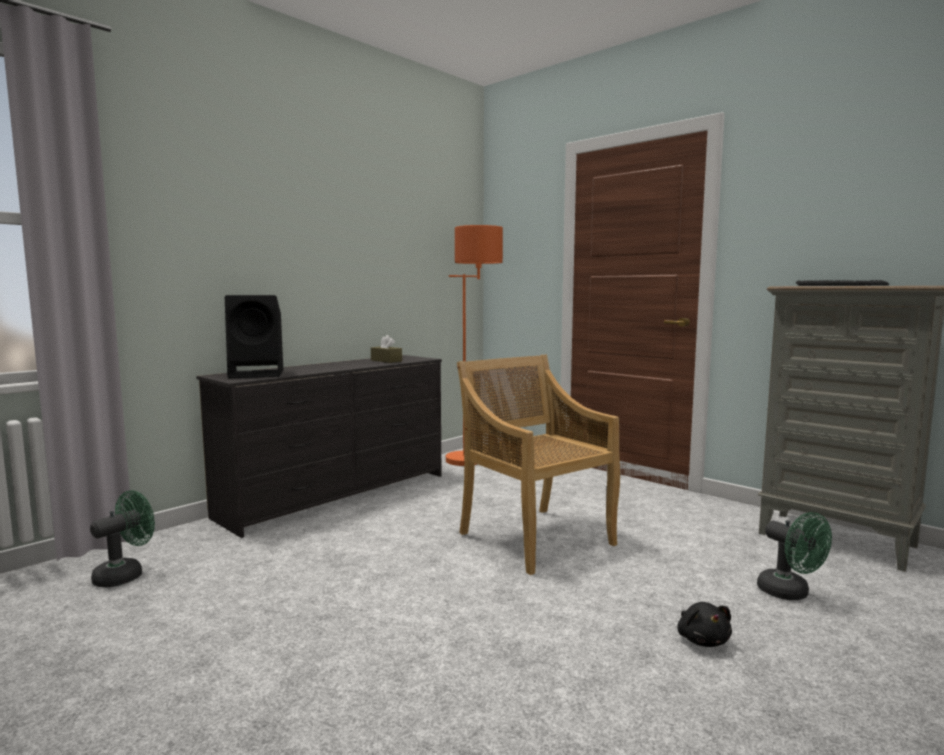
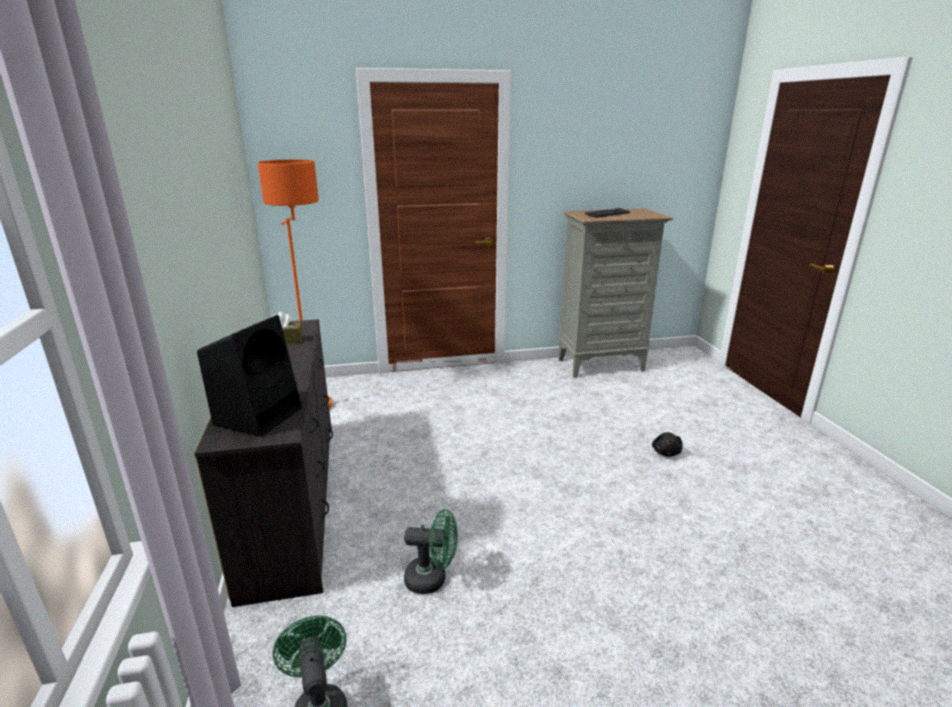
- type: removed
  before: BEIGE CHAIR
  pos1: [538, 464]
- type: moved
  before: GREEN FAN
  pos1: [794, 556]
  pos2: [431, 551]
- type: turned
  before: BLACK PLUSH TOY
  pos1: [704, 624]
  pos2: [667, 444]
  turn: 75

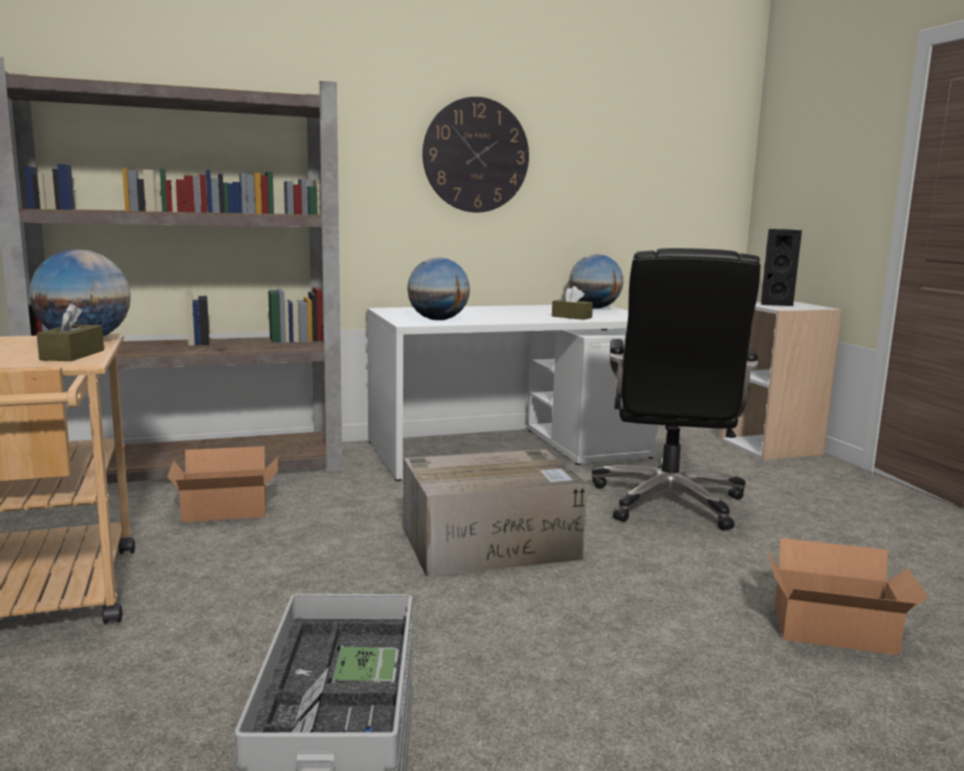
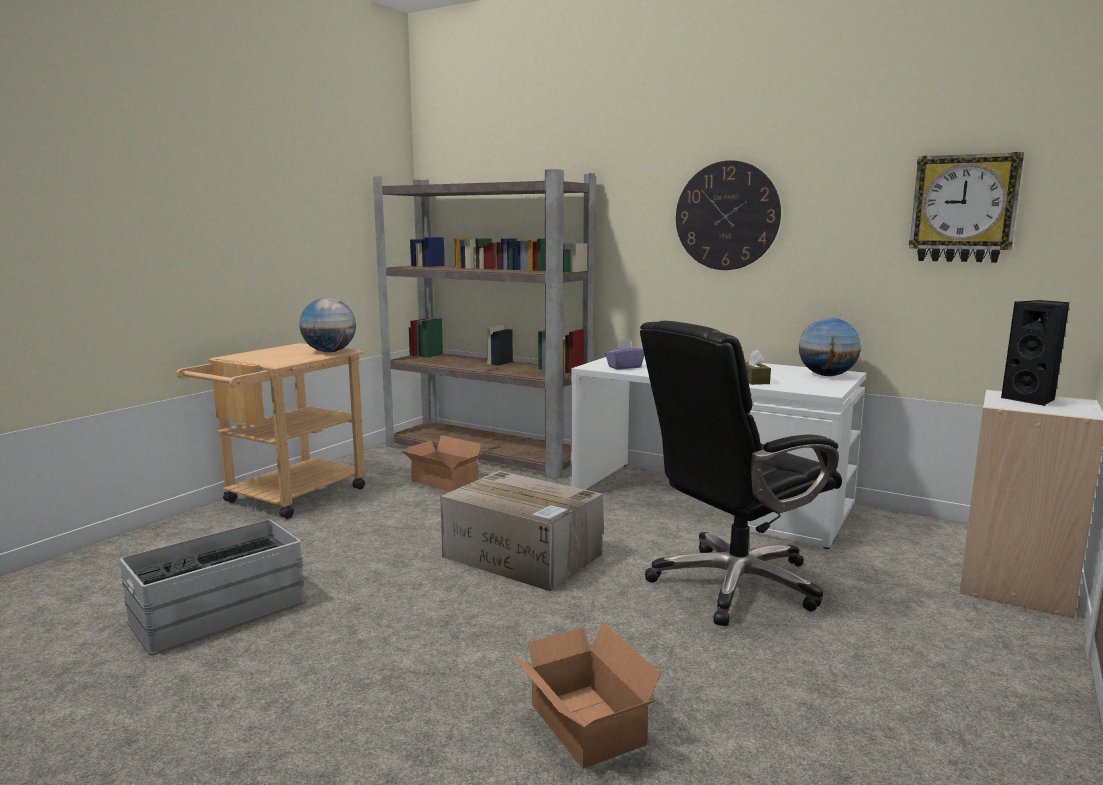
- type: replaced
  before: GLOBE
  after: PURPLE TISSUE BOX
  pos1: [438, 288]
  pos2: [624, 354]
- type: removed
  before: BROWN TISSUE BOX
  pos1: [70, 332]
- type: added
  after: WALL CLOCK
  pos2: [966, 207]

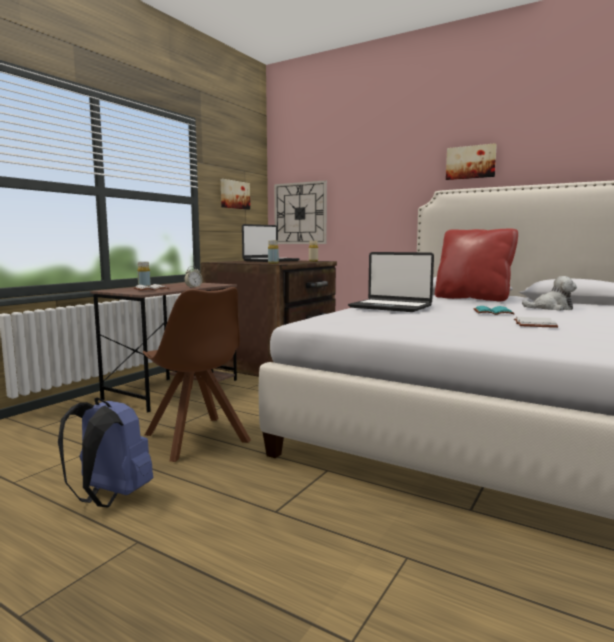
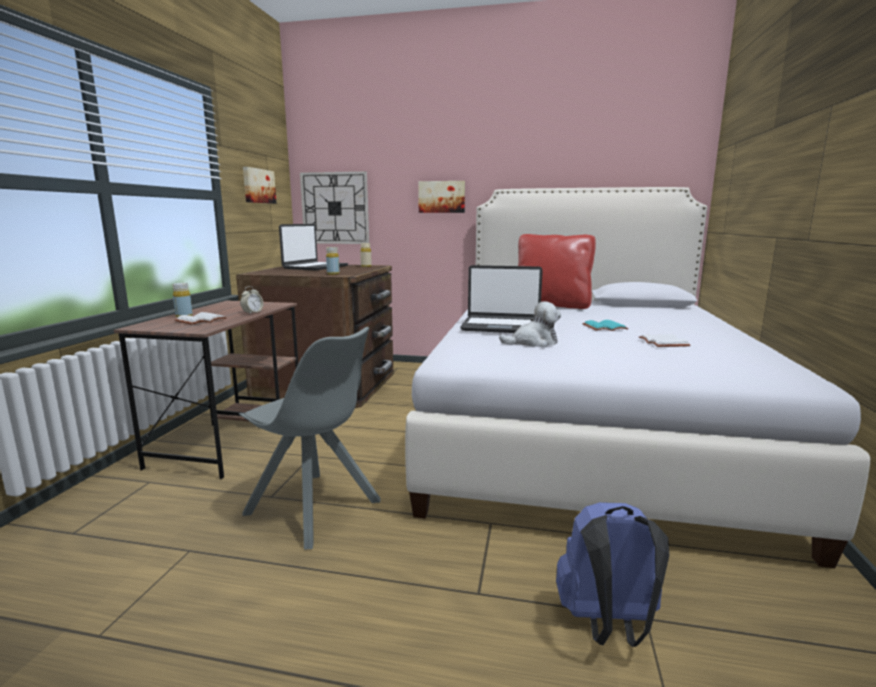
- type: moved
  before: PICTURE
  pos1: [471, 161]
  pos2: [441, 197]
- type: moved
  before: PLUSH TOY
  pos1: [549, 293]
  pos2: [530, 324]
- type: recoloured
  before: BROWN CHAIR
  after: GREY CHAIR
  pos1: [197, 374]
  pos2: [310, 438]
- type: moved
  before: BLUE BACKPACK
  pos1: [105, 452]
  pos2: [612, 574]

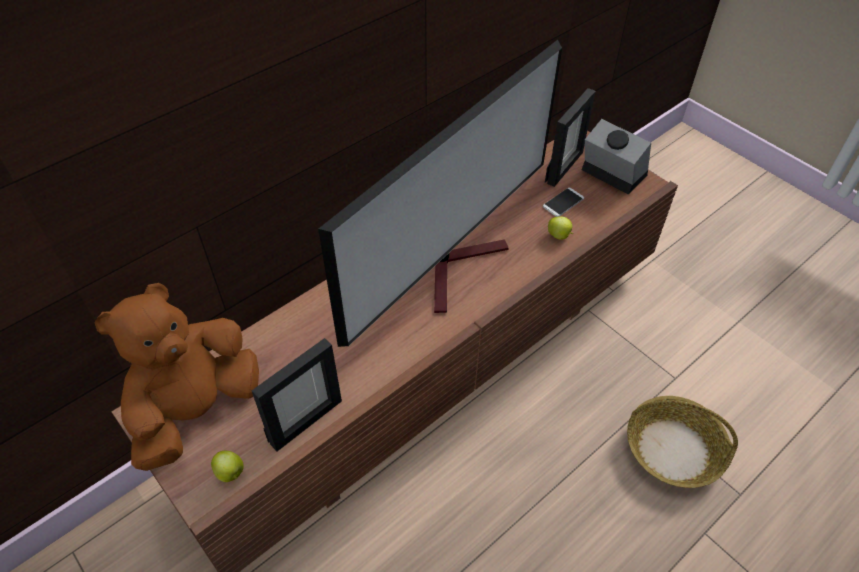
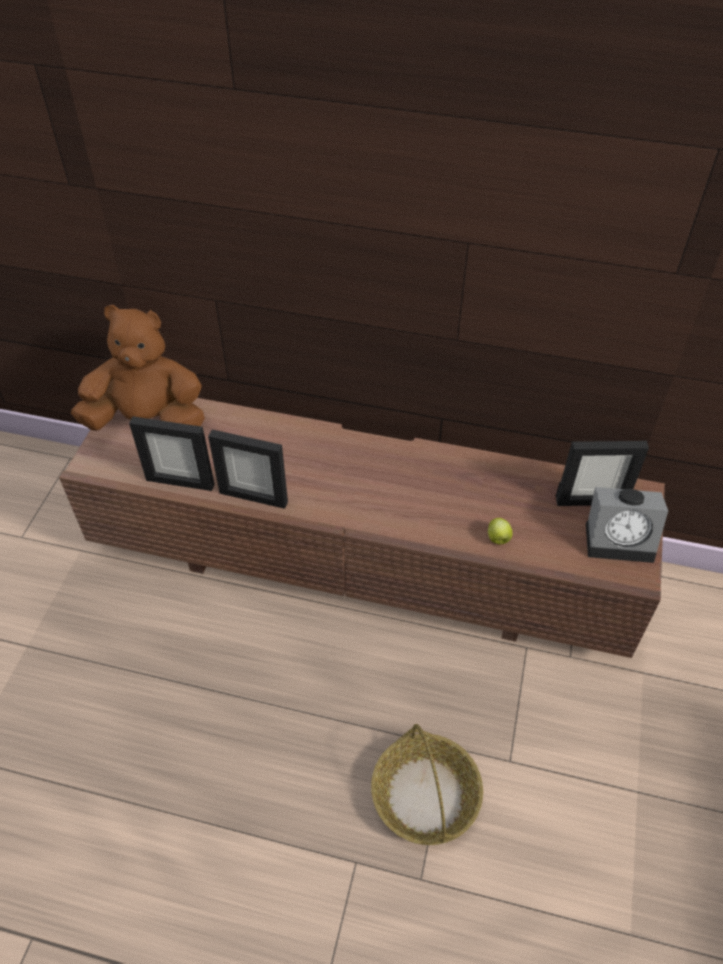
- type: removed
  before: TELEVISION
  pos1: [440, 193]
- type: turned
  before: ALARM CLOCK
  pos1: [616, 156]
  pos2: [627, 525]
  turn: 90
- type: removed
  before: PHONE
  pos1: [563, 202]
- type: removed
  before: APPLE
  pos1: [227, 466]
- type: added
  after: PICTURE FRAME
  pos2: [248, 469]

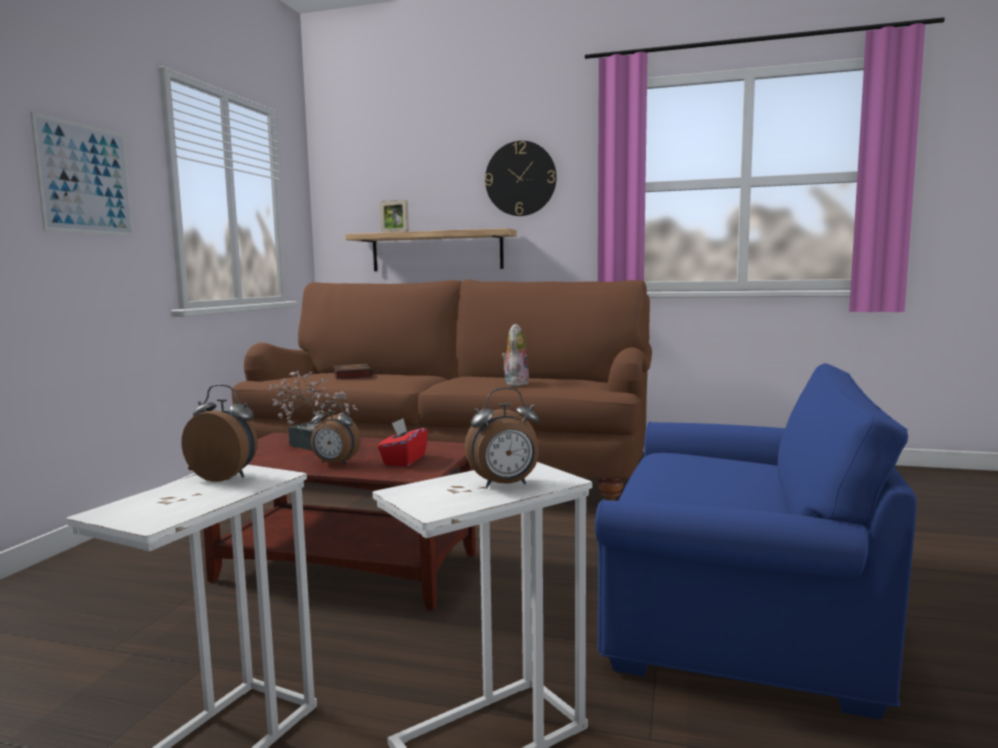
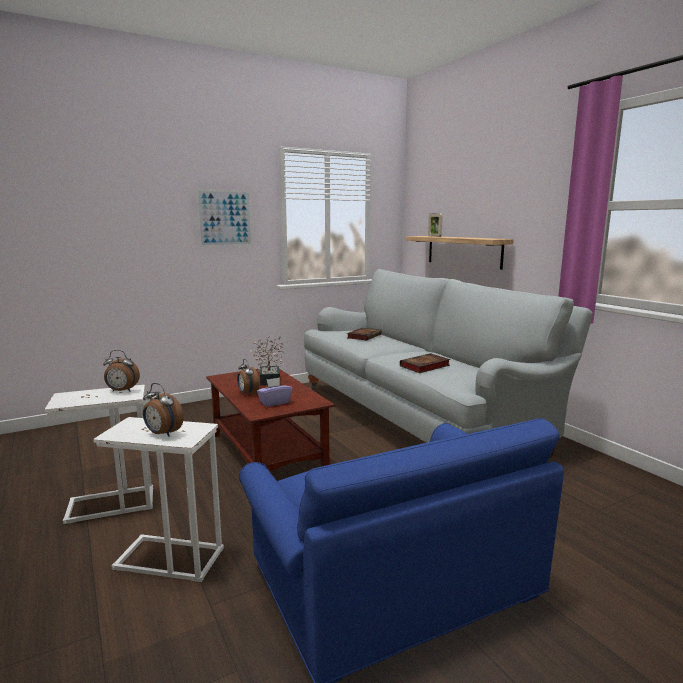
- type: removed
  before: WALL CLOCK
  pos1: [521, 178]
- type: recoloured
  before: BROWN SOFA
  after: GREY SOFA
  pos1: [441, 390]
  pos2: [448, 363]
- type: replaced
  before: PLUSH TOY
  after: BOOK
  pos1: [515, 355]
  pos2: [425, 363]
- type: turned
  before: ALARM CLOCK
  pos1: [219, 433]
  pos2: [121, 371]
  turn: 120
- type: recoloured
  before: RED TISSUE BOX
  after: PURPLE TISSUE BOX
  pos1: [403, 442]
  pos2: [275, 392]

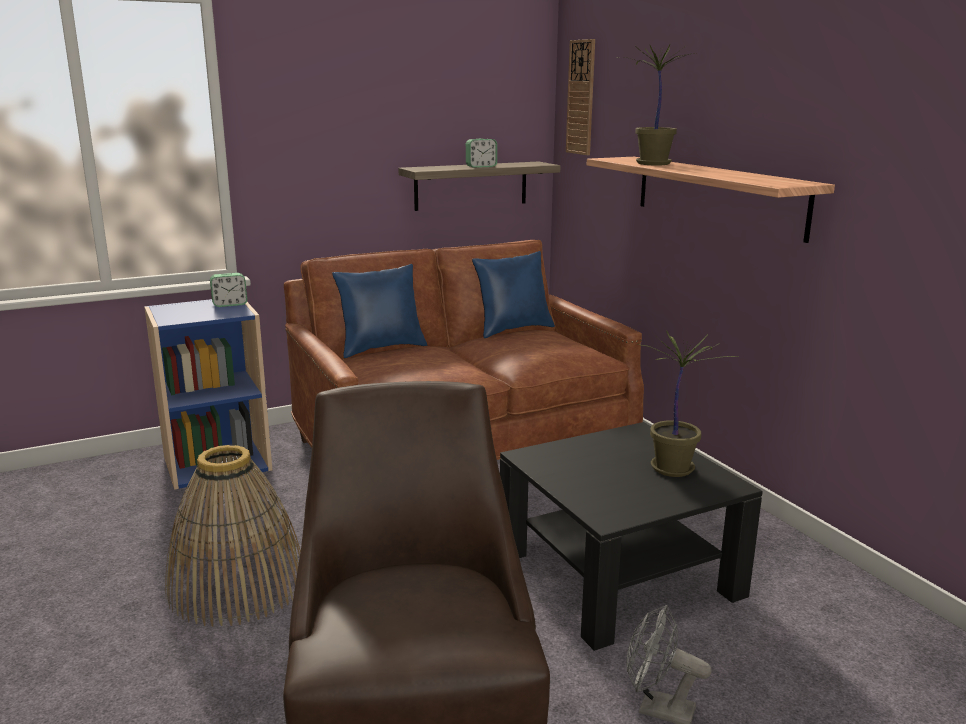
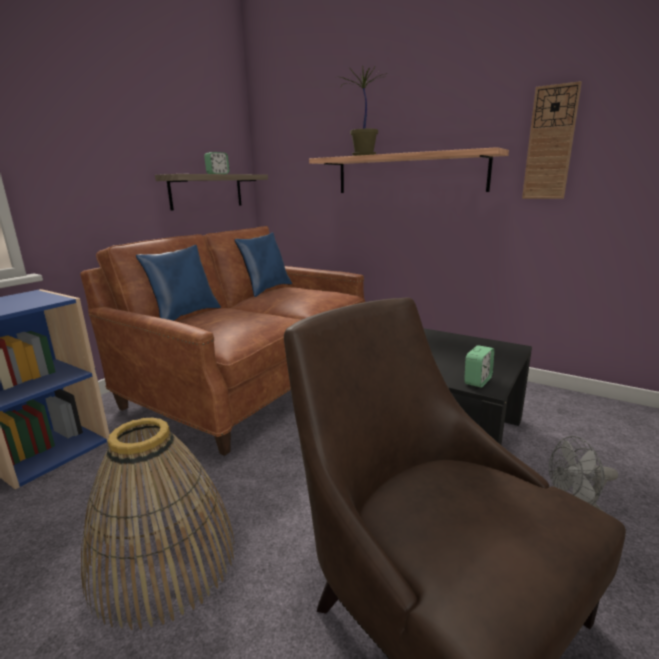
- type: moved
  before: WALL CLOCK
  pos1: [580, 97]
  pos2: [552, 140]
- type: moved
  before: ALARM CLOCK
  pos1: [228, 290]
  pos2: [479, 366]
- type: removed
  before: POTTED PLANT
  pos1: [687, 403]

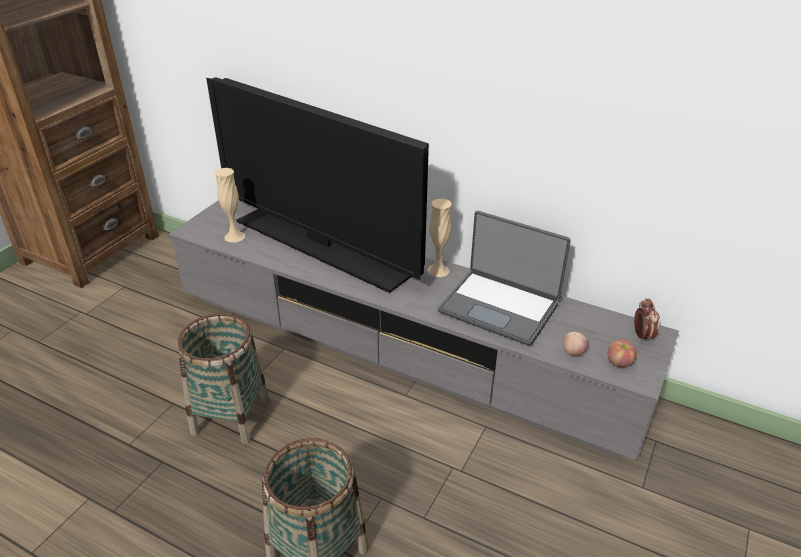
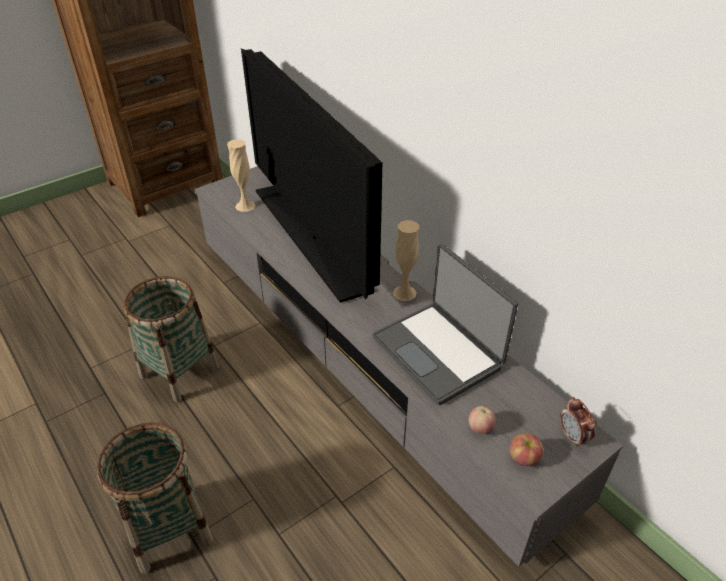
- type: turned
  before: ALARM CLOCK
  pos1: [647, 320]
  pos2: [578, 422]
  turn: 135

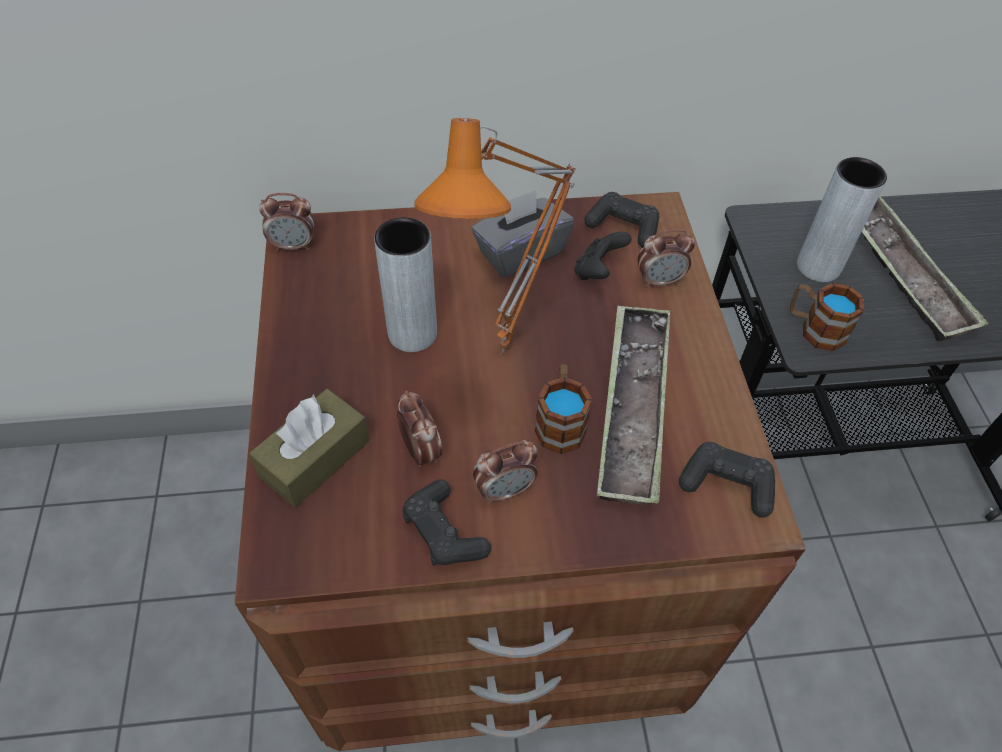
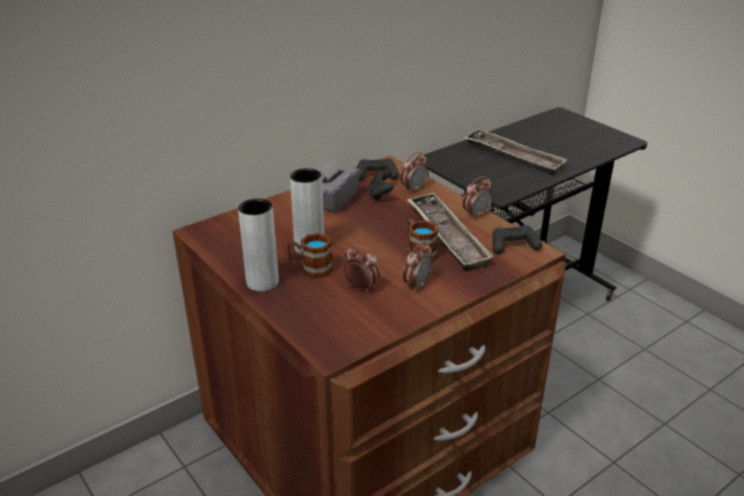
- type: removed
  before: ORANGE TABLE LAMP
  pos1: [495, 236]
- type: moved
  before: GREY VASE
  pos1: [842, 219]
  pos2: [258, 244]
- type: moved
  before: ALARM CLOCK
  pos1: [286, 222]
  pos2: [477, 197]
- type: moved
  before: MUG
  pos1: [827, 317]
  pos2: [309, 255]
- type: removed
  before: BROWN TISSUE BOX
  pos1: [309, 448]
- type: removed
  before: BLACK GAME CONTROLLER
  pos1: [446, 522]

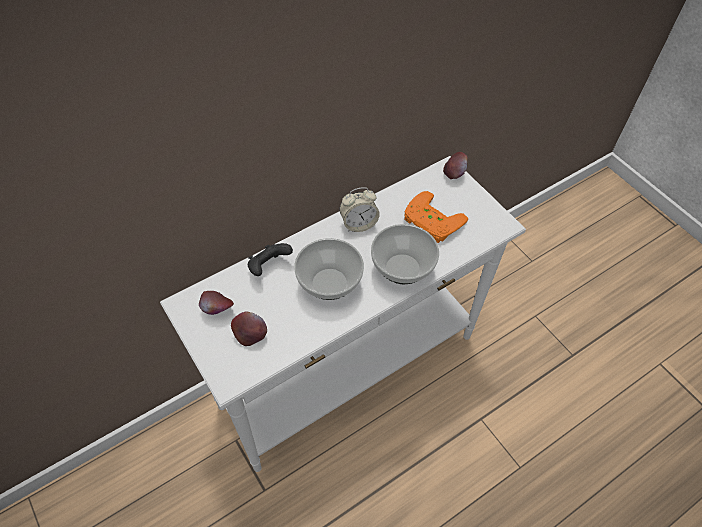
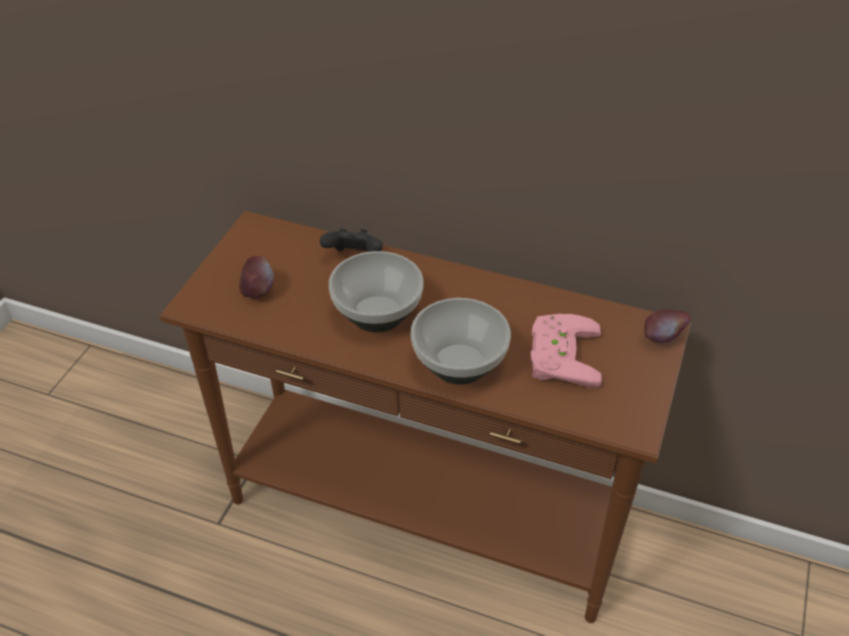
- type: recoloured
  before: WHITE CONSOLE TABLE
  after: BROWN CONSOLE TABLE
  pos1: [343, 314]
  pos2: [425, 417]
- type: removed
  before: ALARM CLOCK
  pos1: [359, 209]
- type: recoloured
  before: ORANGE GAME CONTROLLER
  after: PINK GAME CONTROLLER
  pos1: [436, 217]
  pos2: [566, 351]
- type: removed
  before: APPLE
  pos1: [216, 303]

